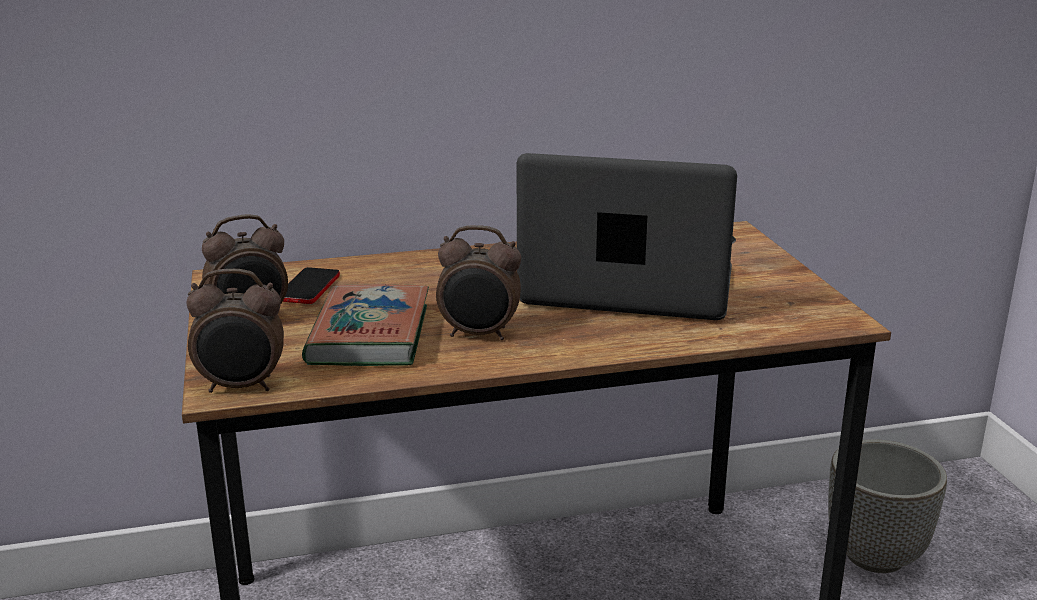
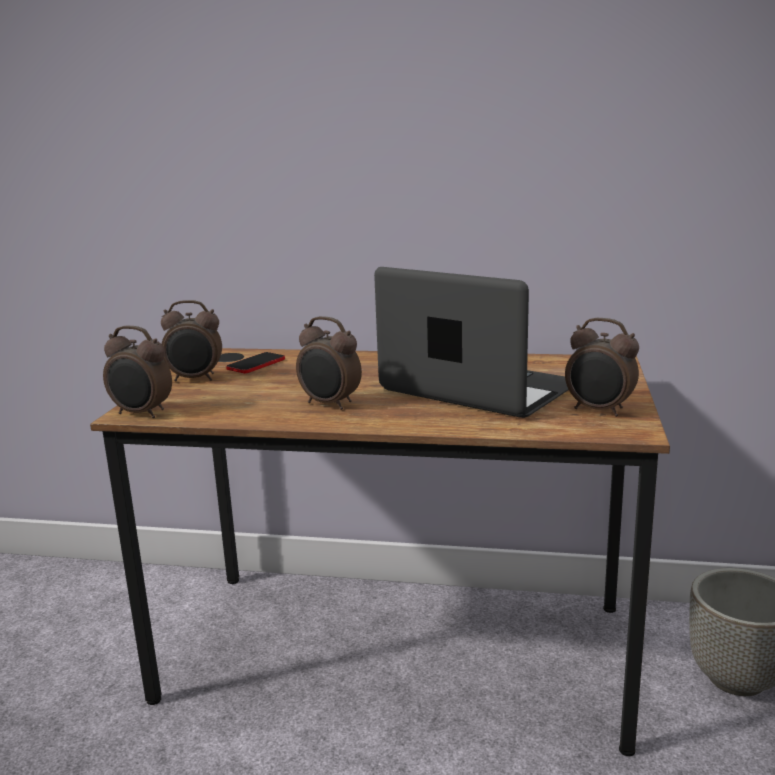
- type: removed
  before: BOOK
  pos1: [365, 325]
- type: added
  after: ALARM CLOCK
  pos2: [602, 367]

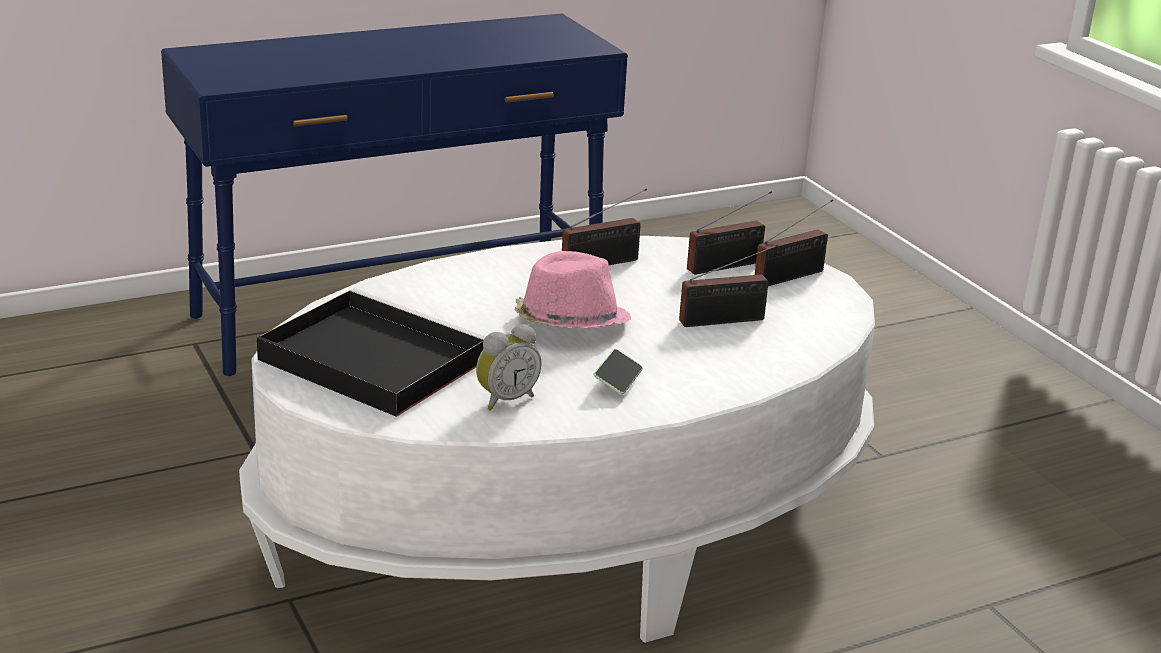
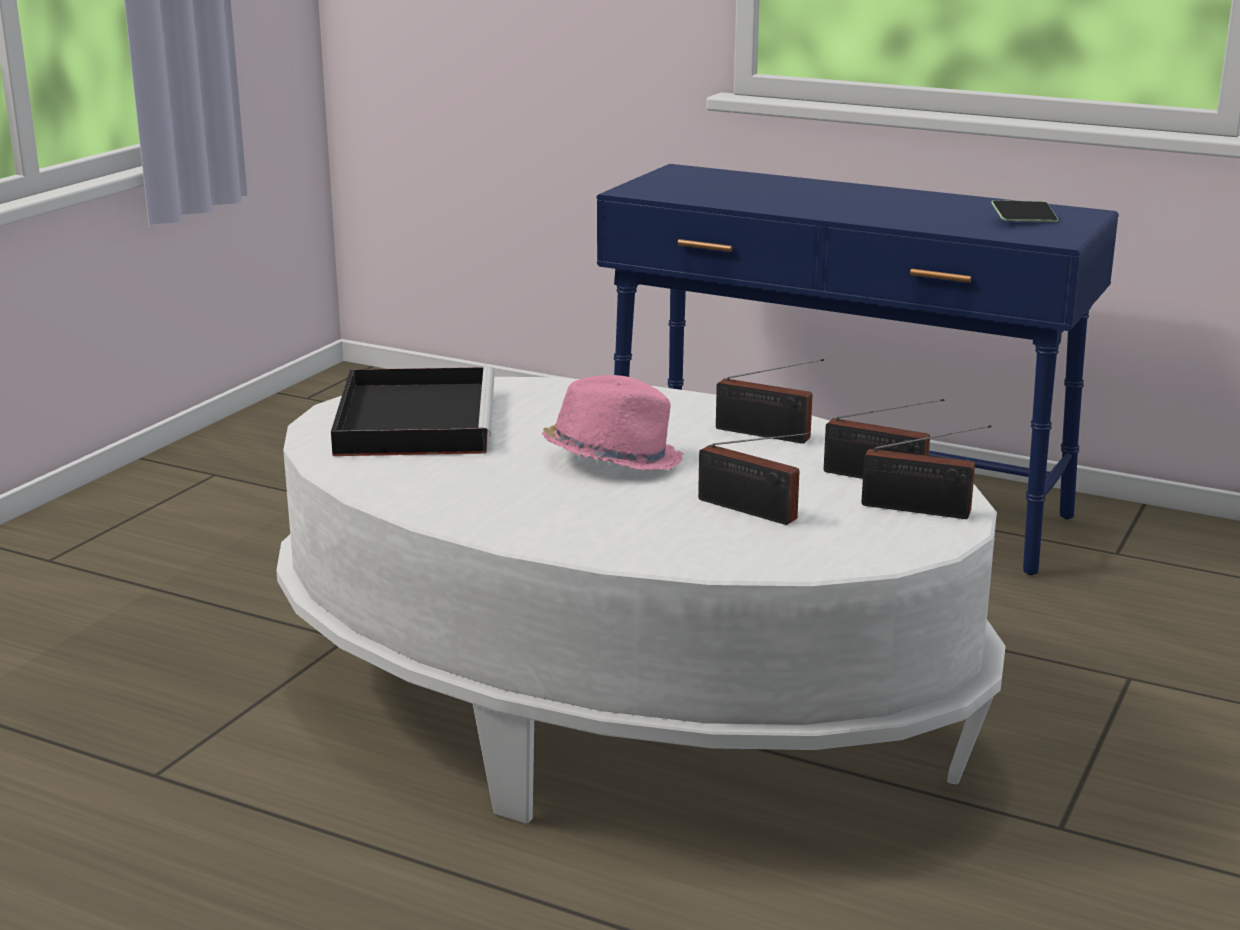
- type: removed
  before: ALARM CLOCK
  pos1: [508, 367]
- type: moved
  before: PHONE
  pos1: [618, 372]
  pos2: [1024, 211]

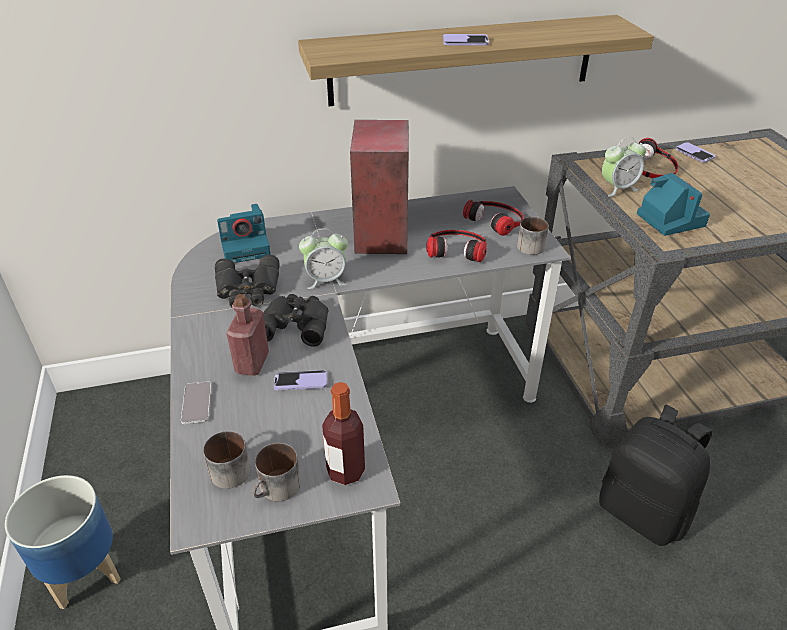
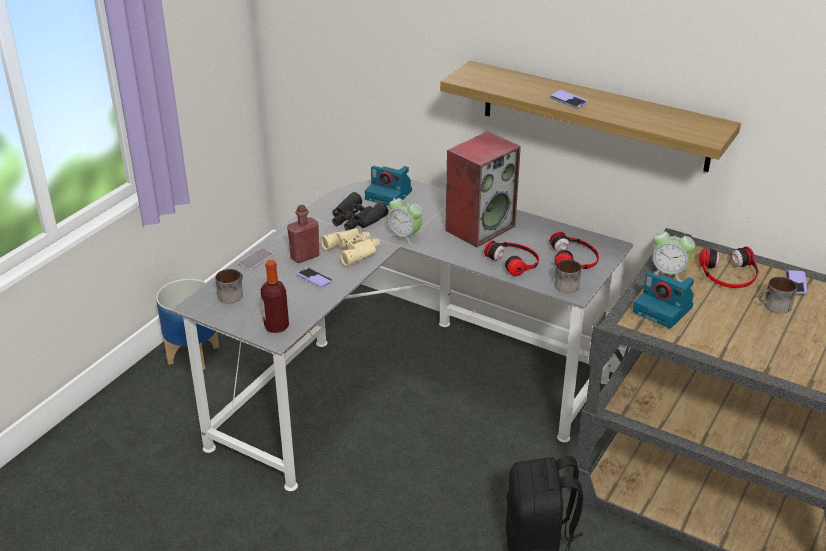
- type: turned
  before: PHOTO CAMERA
  pos1: [673, 204]
  pos2: [663, 300]
  turn: 105
- type: recoloured
  before: BLACK BINOCULARS
  after: BEIGE BINOCULARS
  pos1: [295, 320]
  pos2: [350, 247]
- type: moved
  before: MUG
  pos1: [276, 472]
  pos2: [778, 295]

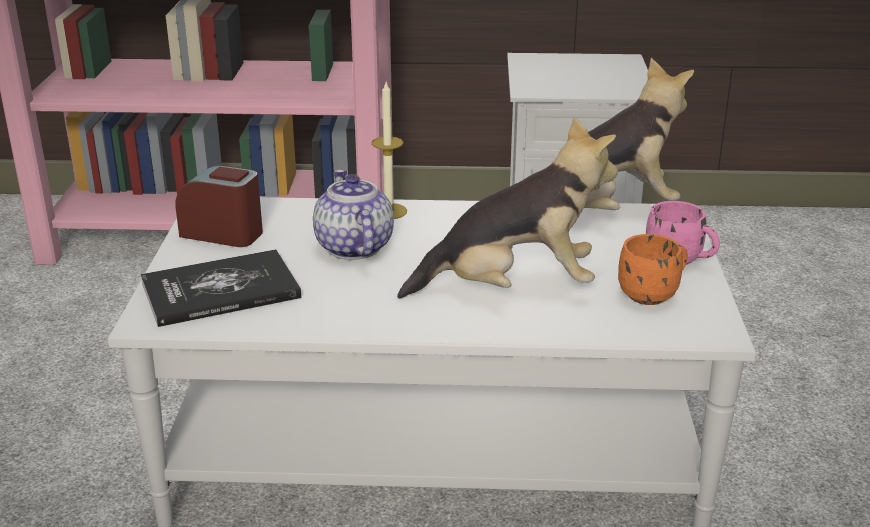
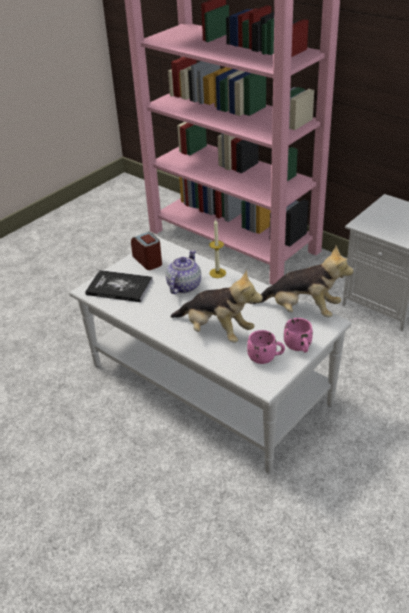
- type: recoloured
  before: ORANGE MUG
  after: PINK MUG
  pos1: [653, 269]
  pos2: [266, 347]

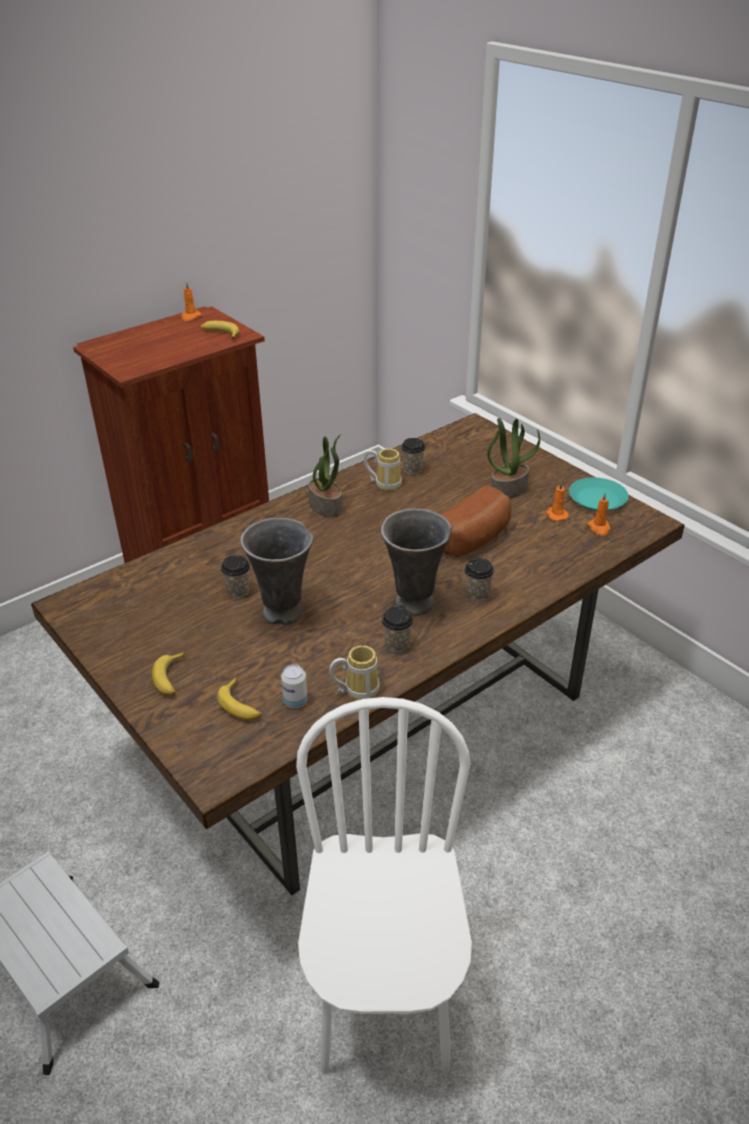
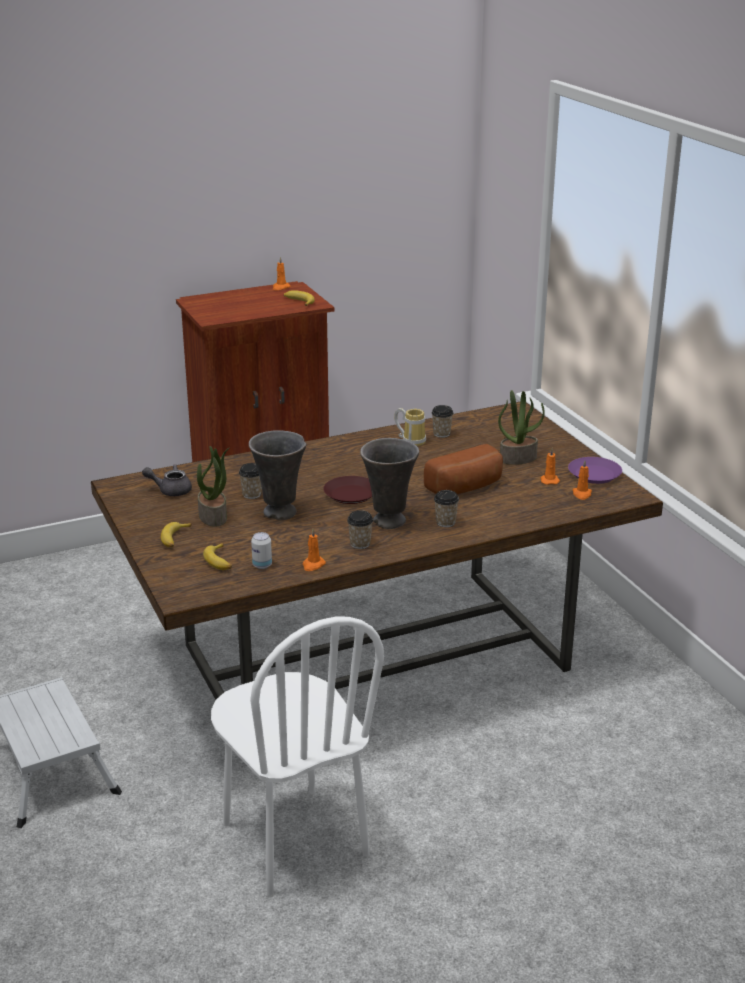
- type: moved
  before: POTTED PLANT
  pos1: [325, 476]
  pos2: [213, 486]
- type: recoloured
  before: TURQUOISE PLATE
  after: PURPLE PLATE
  pos1: [599, 494]
  pos2: [595, 470]
- type: replaced
  before: MUG
  after: ORANGE CANDLE
  pos1: [354, 672]
  pos2: [314, 550]
- type: turned
  before: WHITE CHAIR
  pos1: [384, 886]
  pos2: [297, 756]
  turn: 135
- type: added
  after: GREY TEAPOT
  pos2: [167, 480]
- type: added
  after: BROWN PLATE
  pos2: [347, 490]

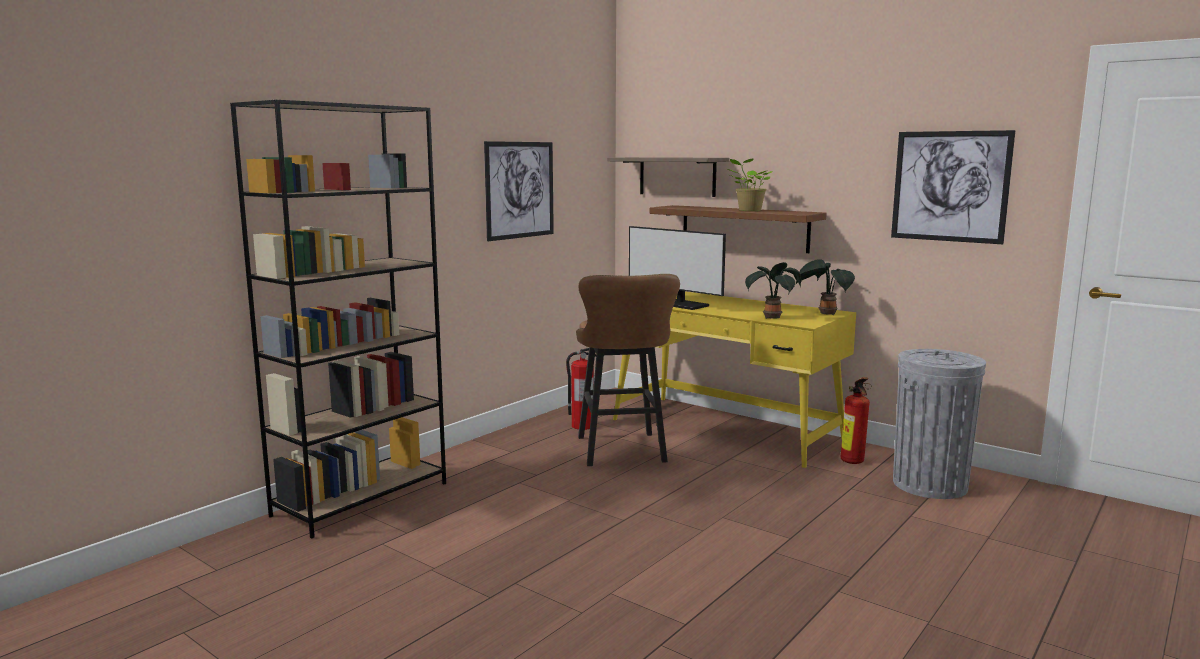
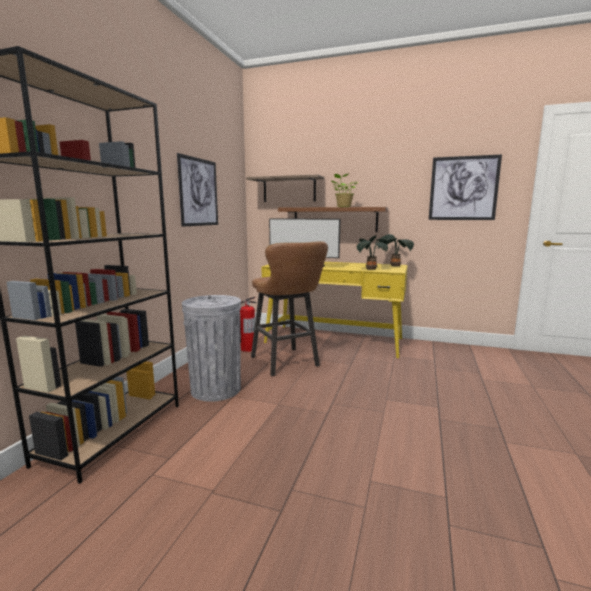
- type: moved
  before: GREY TRASH CAN
  pos1: [939, 424]
  pos2: [211, 348]
- type: removed
  before: FIRE EXTINGUISHER
  pos1: [855, 420]

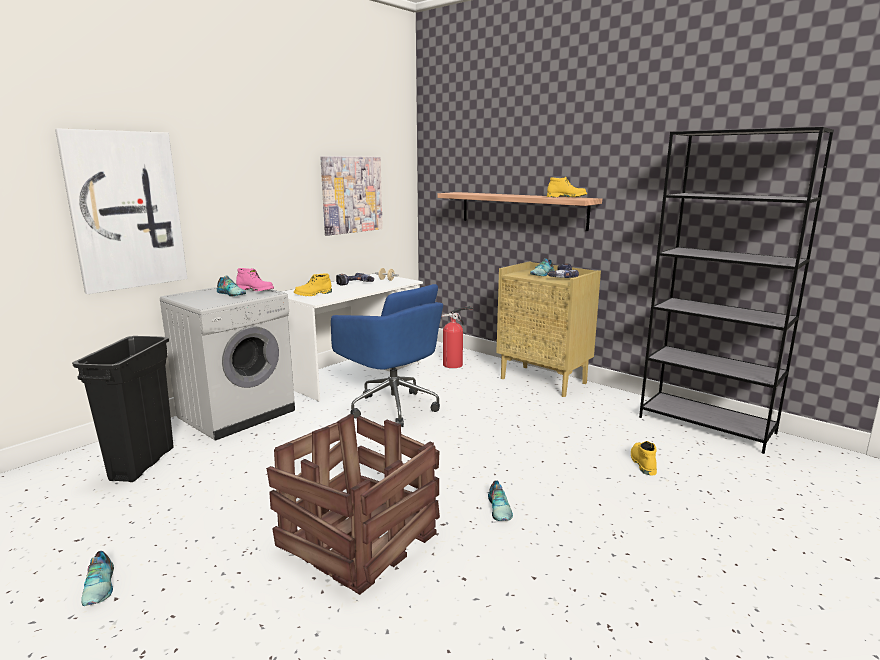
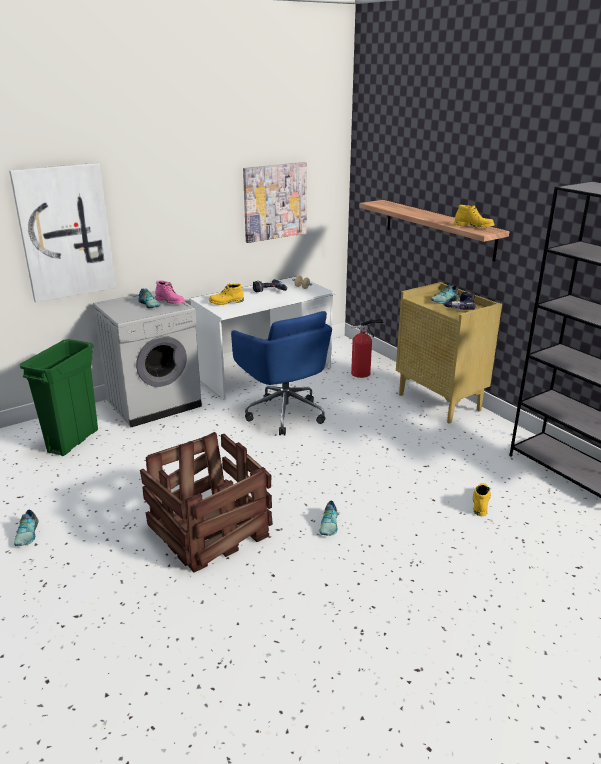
- type: recoloured
  before: BLACK TRASH CAN
  after: GREEN TRASH CAN
  pos1: [123, 409]
  pos2: [58, 397]

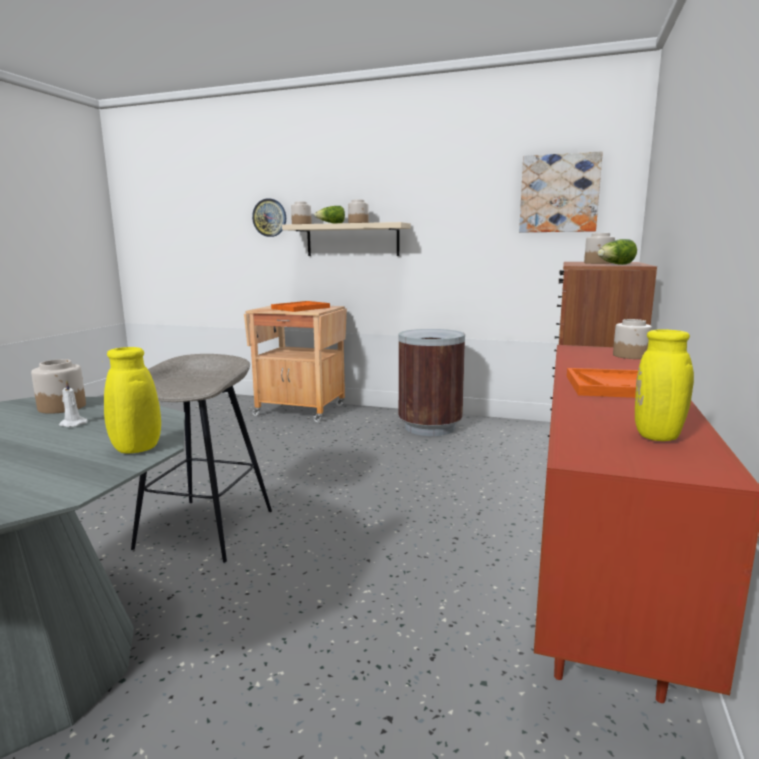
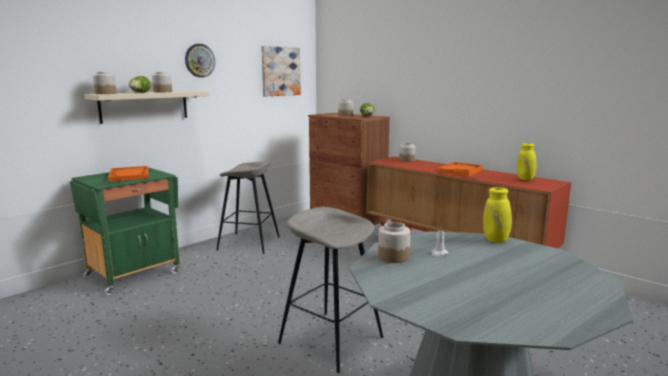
- type: moved
  before: WALL CLOCK
  pos1: [269, 217]
  pos2: [200, 60]
- type: recoloured
  before: BROWN CART
  after: GREEN CART
  pos1: [295, 364]
  pos2: [125, 231]
- type: replaced
  before: BROWN TRASH CAN
  after: GREY STOOL
  pos1: [432, 382]
  pos2: [247, 207]

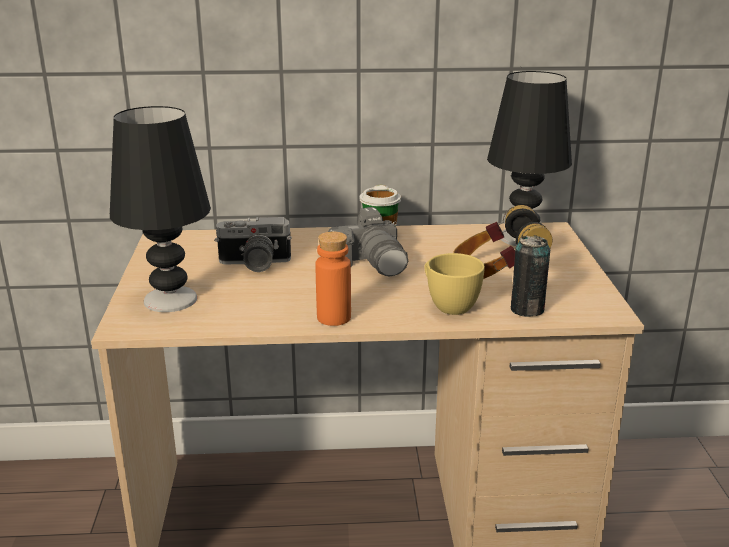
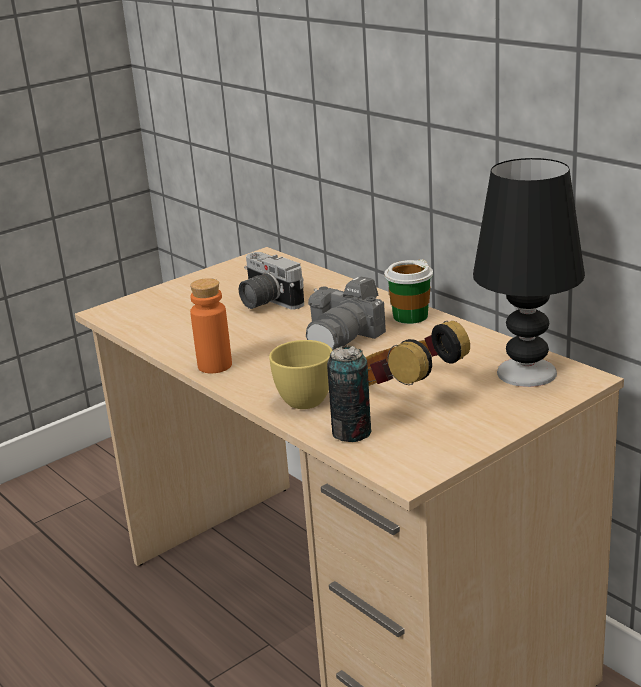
- type: removed
  before: BLACK TABLE LAMP
  pos1: [160, 209]

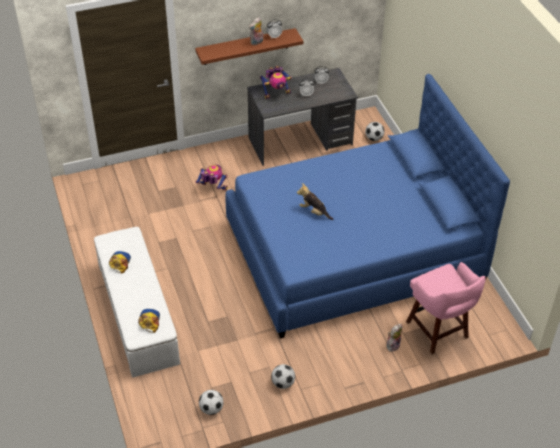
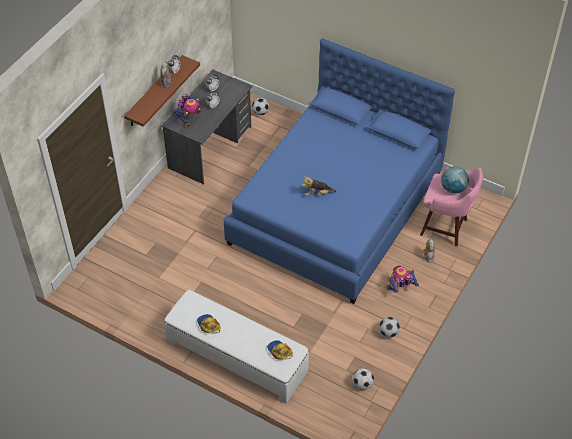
- type: moved
  before: TOY ROBOT
  pos1: [212, 178]
  pos2: [402, 279]
- type: added
  after: GLOBE
  pos2: [455, 180]

